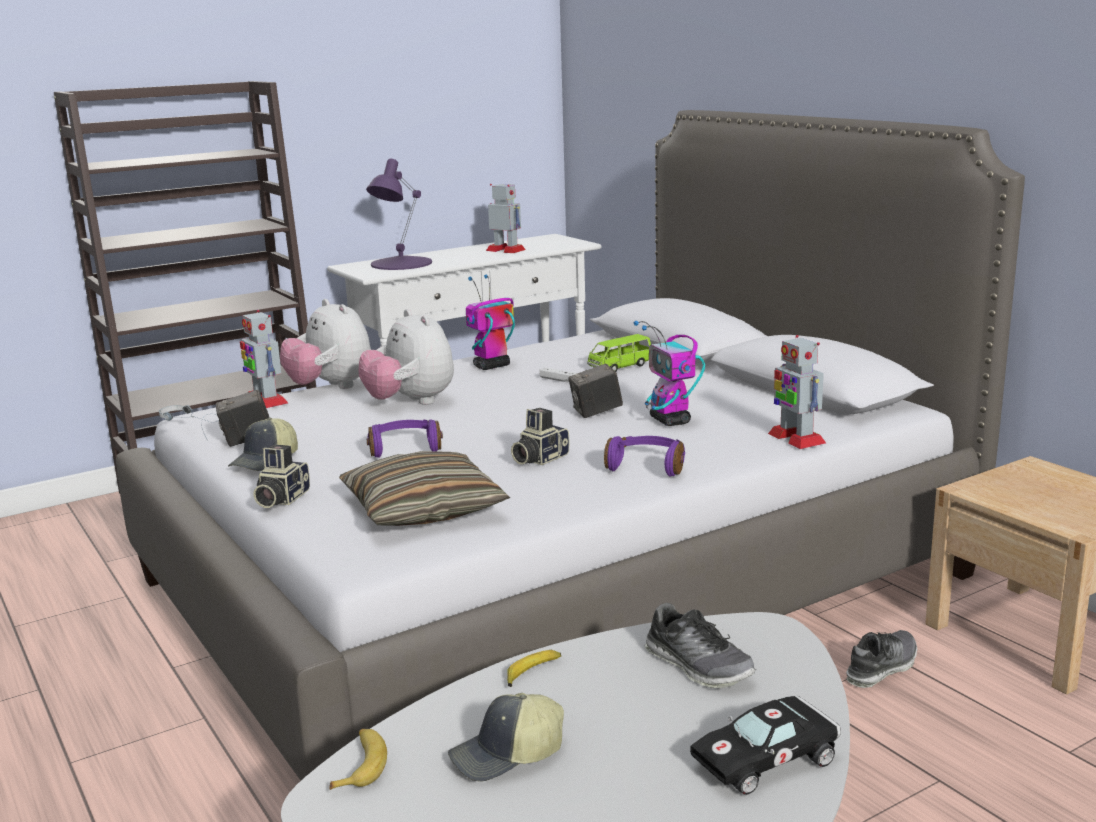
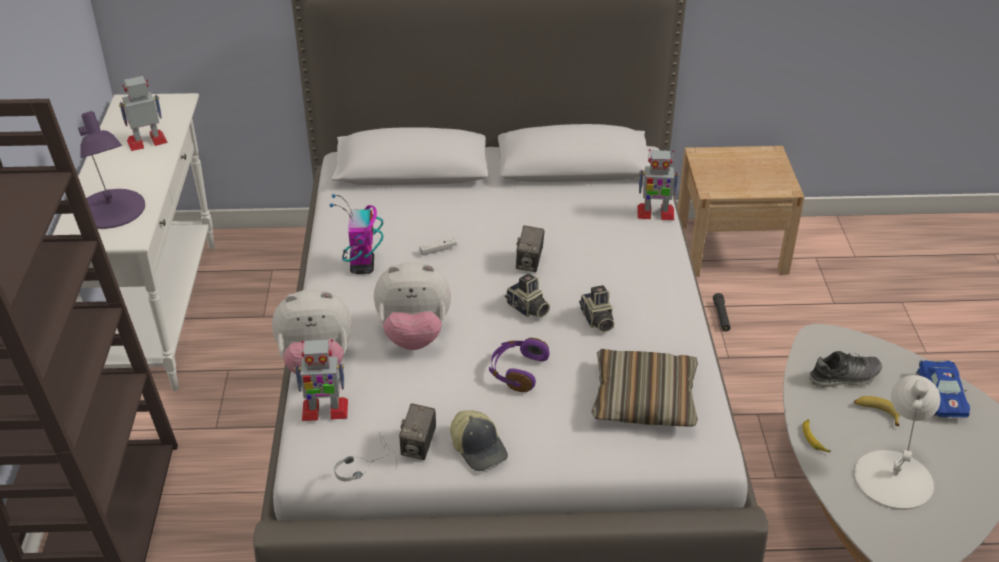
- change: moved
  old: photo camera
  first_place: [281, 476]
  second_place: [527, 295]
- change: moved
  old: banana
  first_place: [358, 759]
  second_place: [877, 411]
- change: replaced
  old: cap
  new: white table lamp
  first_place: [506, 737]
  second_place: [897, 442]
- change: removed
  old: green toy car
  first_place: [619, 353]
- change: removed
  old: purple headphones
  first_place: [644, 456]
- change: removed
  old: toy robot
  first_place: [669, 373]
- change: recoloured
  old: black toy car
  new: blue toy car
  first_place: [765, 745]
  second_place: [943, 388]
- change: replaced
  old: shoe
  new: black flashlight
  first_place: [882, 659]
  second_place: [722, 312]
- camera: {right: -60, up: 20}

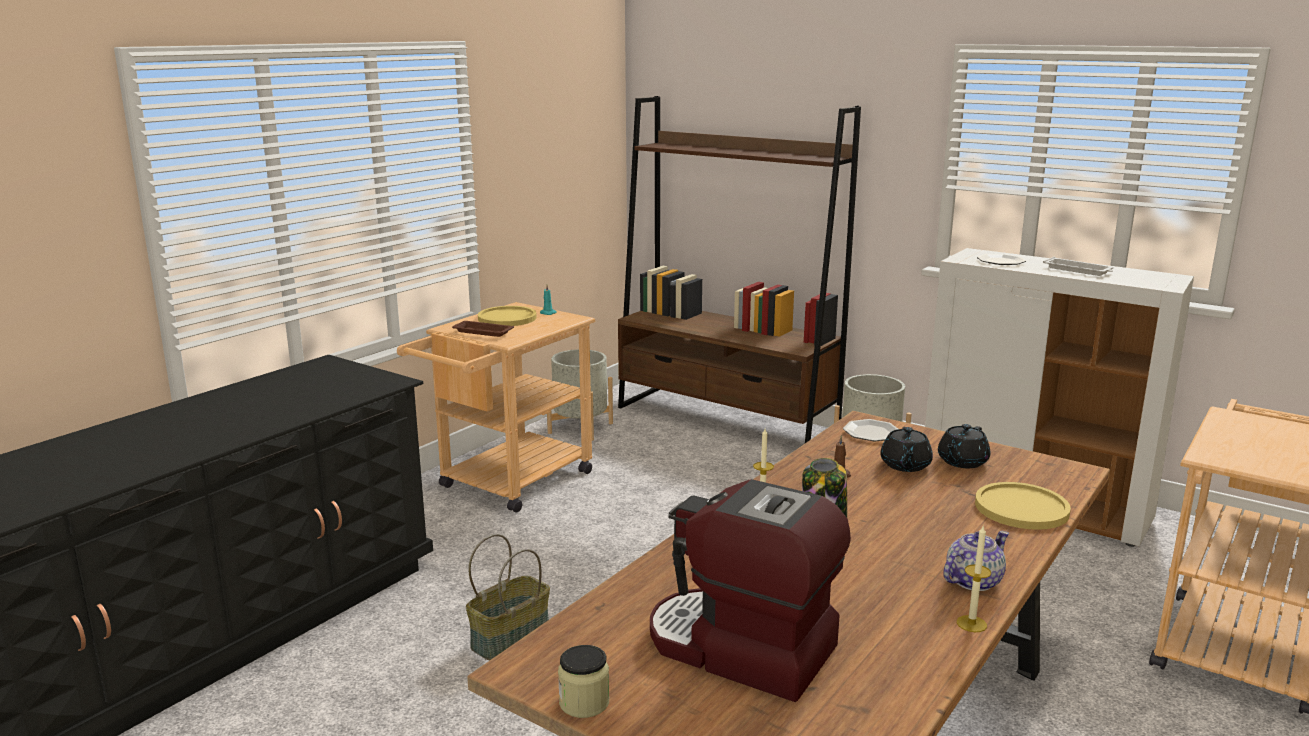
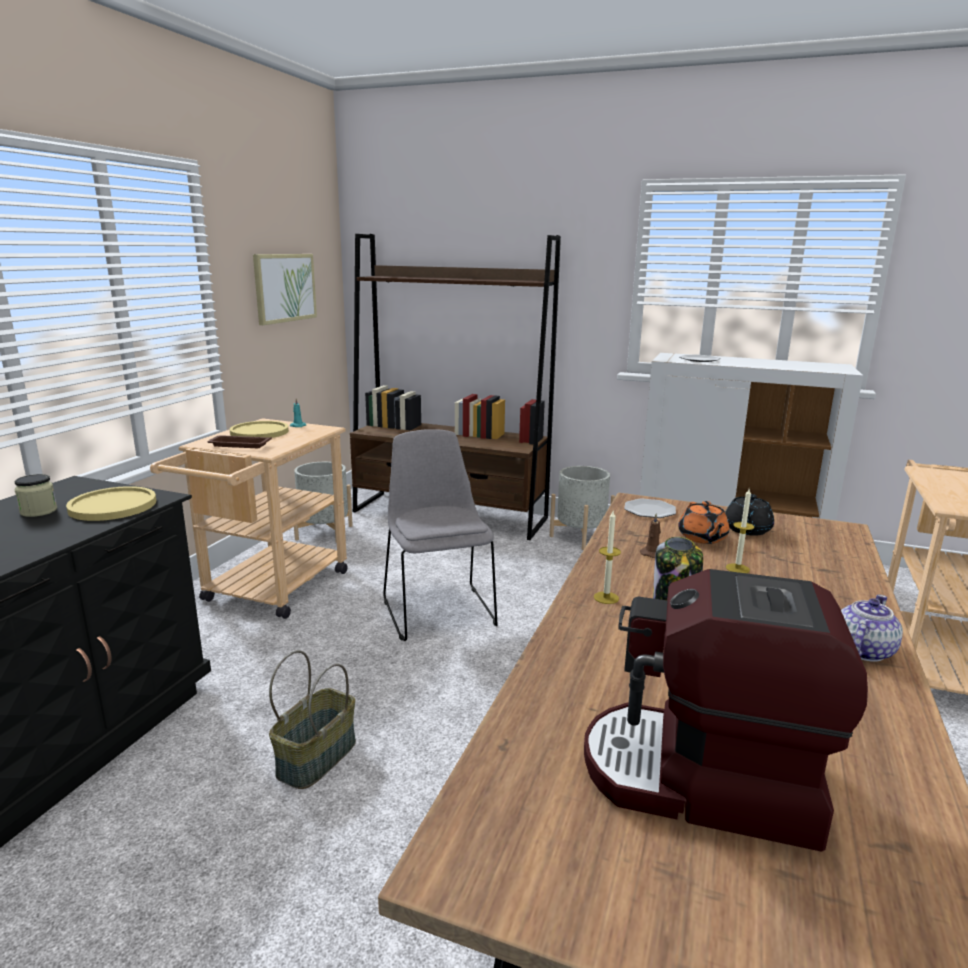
- change: moved
  old: jar
  first_place: [583, 681]
  second_place: [36, 495]
- change: recoloured
  old: black teapot
  new: orange teapot
  first_place: [906, 449]
  second_place: [703, 522]
- change: moved
  old: candle
  first_place: [974, 579]
  second_place: [740, 531]
- change: moved
  old: yellow plate
  first_place: [1023, 506]
  second_place: [111, 503]
- change: removed
  old: white tray
  first_place: [1078, 266]
- change: added
  new: picture
  second_place: [285, 289]
- change: added
  new: grey chair
  second_place: [440, 535]
- camera: {right: -15, up: 0}

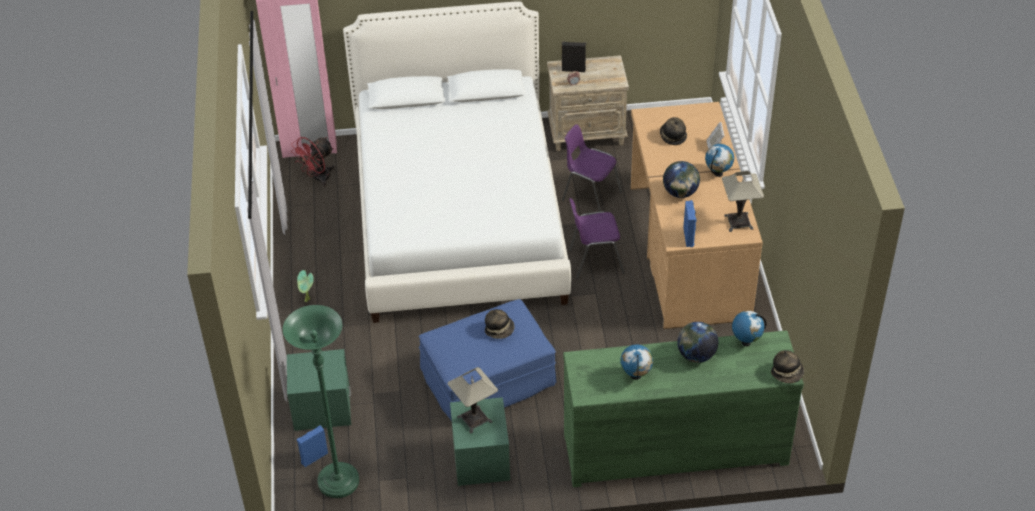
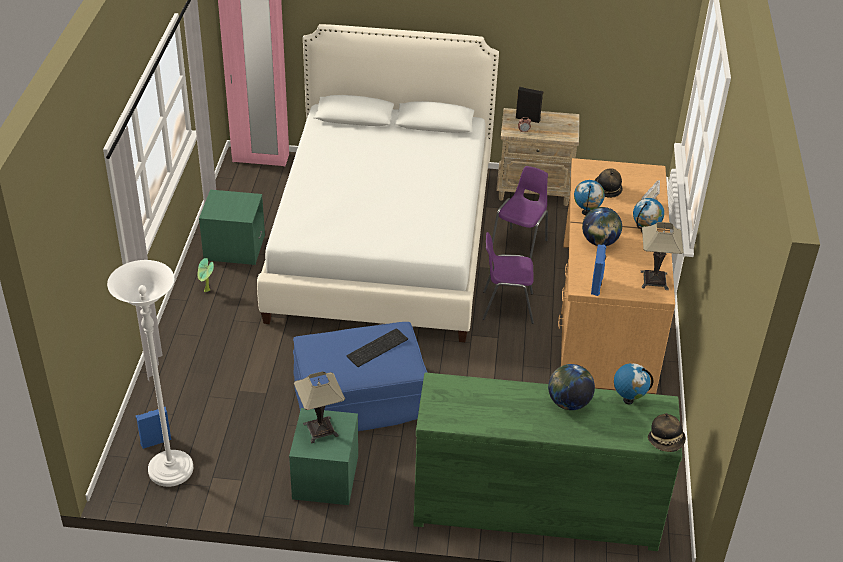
- change: recoloured
  old: green floor lamp
  new: white floor lamp
  first_place: [321, 401]
  second_place: [150, 373]
- change: moved
  old: green nightstand
  first_place: [319, 390]
  second_place: [232, 227]
- change: removed
  old: red fan
  first_place: [312, 162]
- change: replaced
  old: hat
  new: keyboard
  first_place: [499, 324]
  second_place: [377, 347]
- change: turned
  old: purple chair
  first_place: [592, 168]
  second_place: [520, 212]
  degrees: 75
- change: moved
  old: globe
  first_place: [636, 362]
  second_place: [589, 197]
- camera: {right: 10, up: -5}

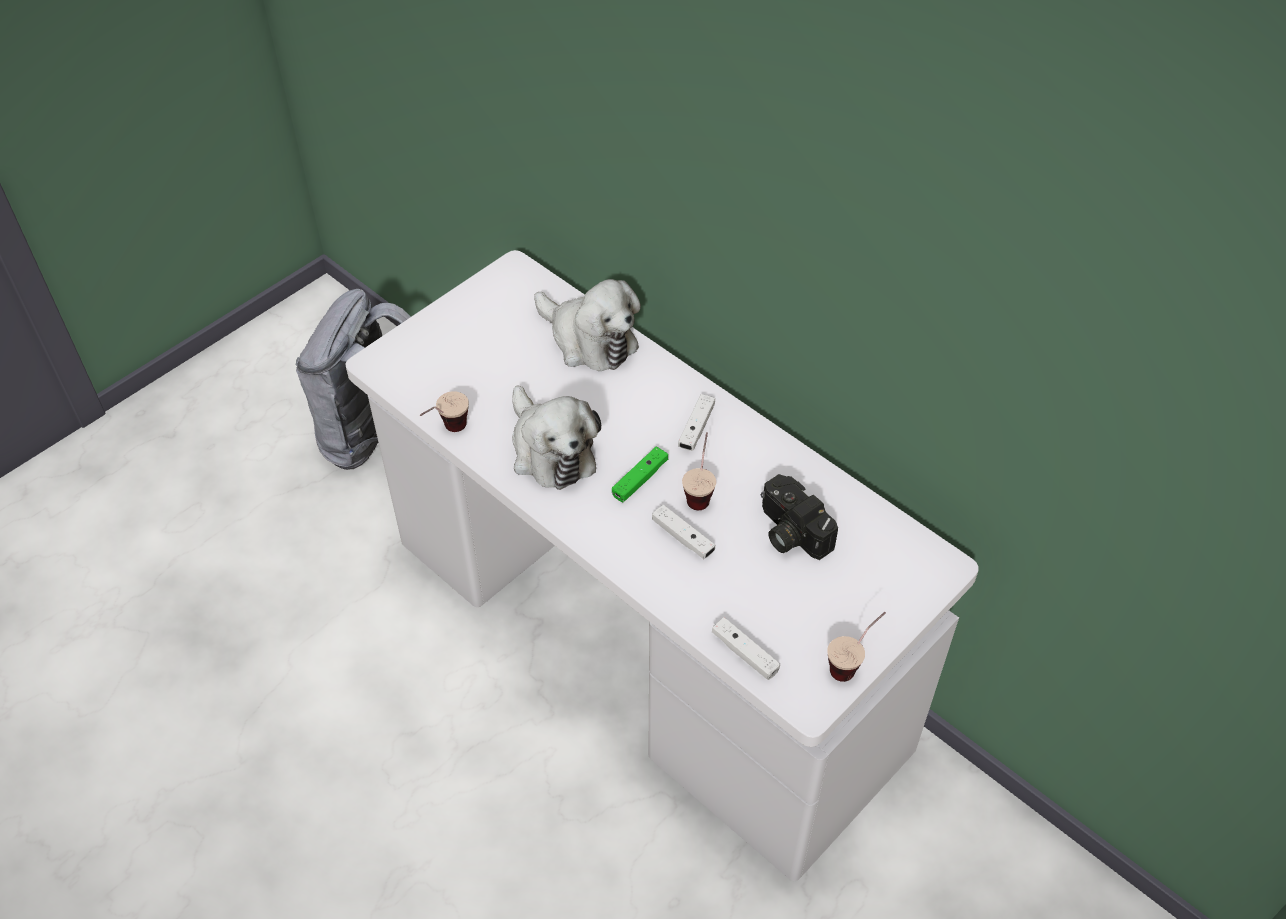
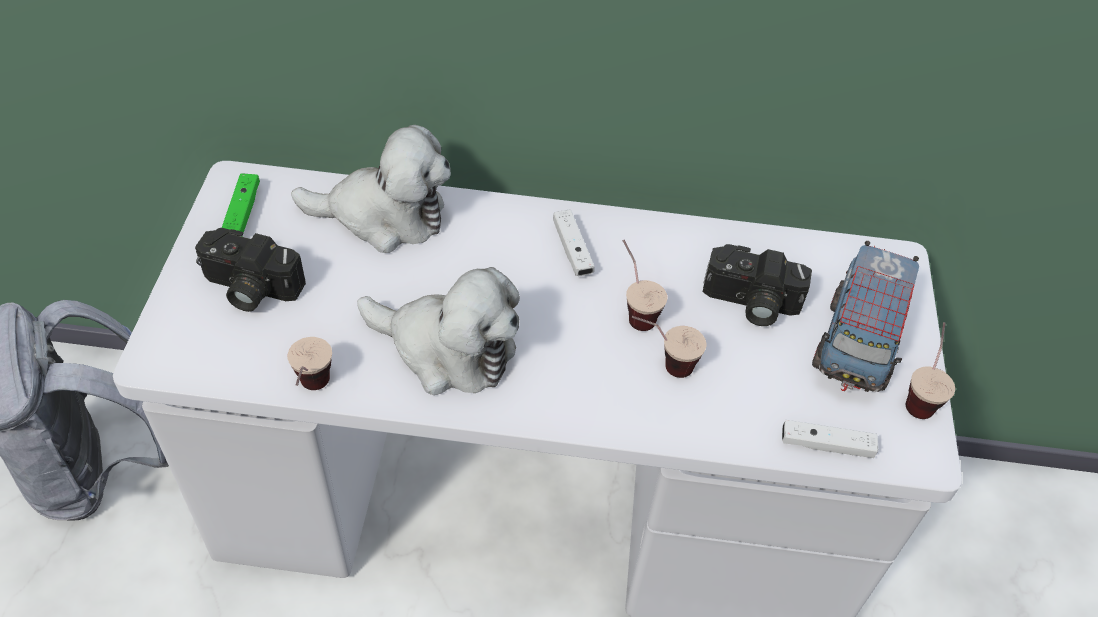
- change: moved
  old: green game controller
  first_place: [640, 474]
  second_place: [241, 205]
- change: replaced
  old: white game controller
  new: cup
  first_place: [683, 531]
  second_place: [669, 347]
- change: added
  new: photo camera
  second_place: [250, 270]
- change: added
  new: toy truck
  second_place: [865, 316]
- camera: {right: -40, up: 0}

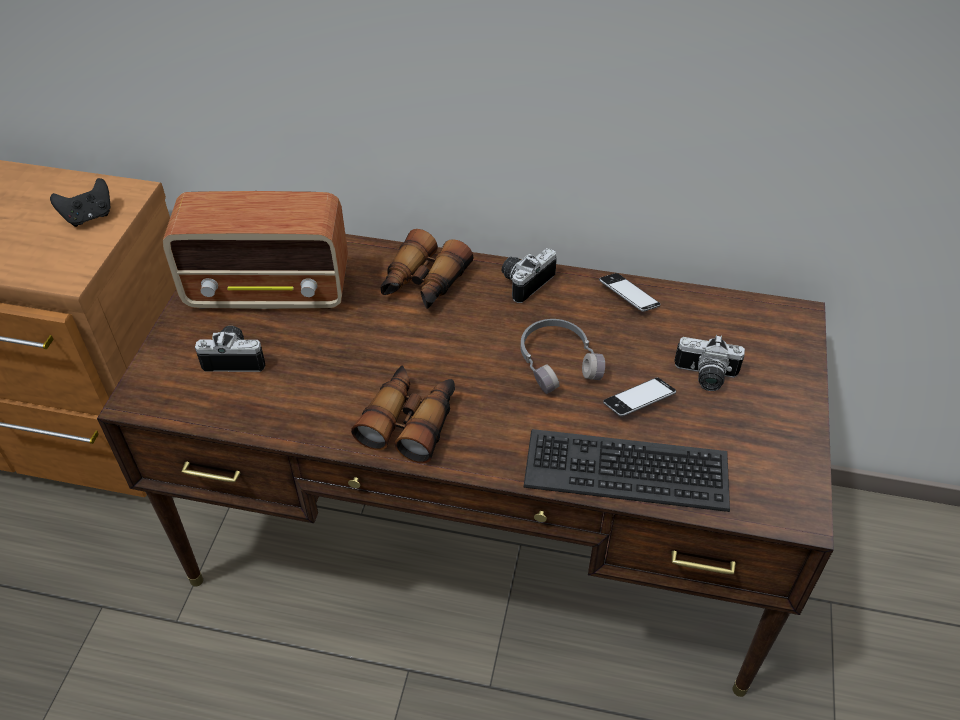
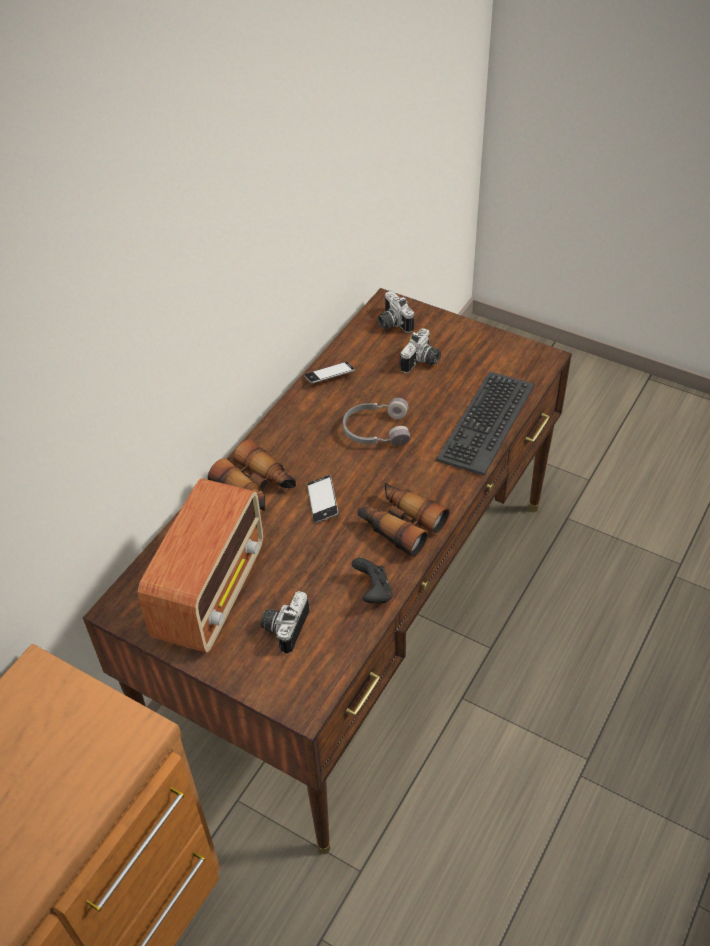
- change: moved
  old: black game controller
  first_place: [80, 202]
  second_place: [372, 580]
- change: moved
  old: photo camera
  first_place: [529, 275]
  second_place: [396, 312]
- change: moved
  old: phone
  first_place: [639, 397]
  second_place: [323, 499]
- camera: {right: -70, up: 0}

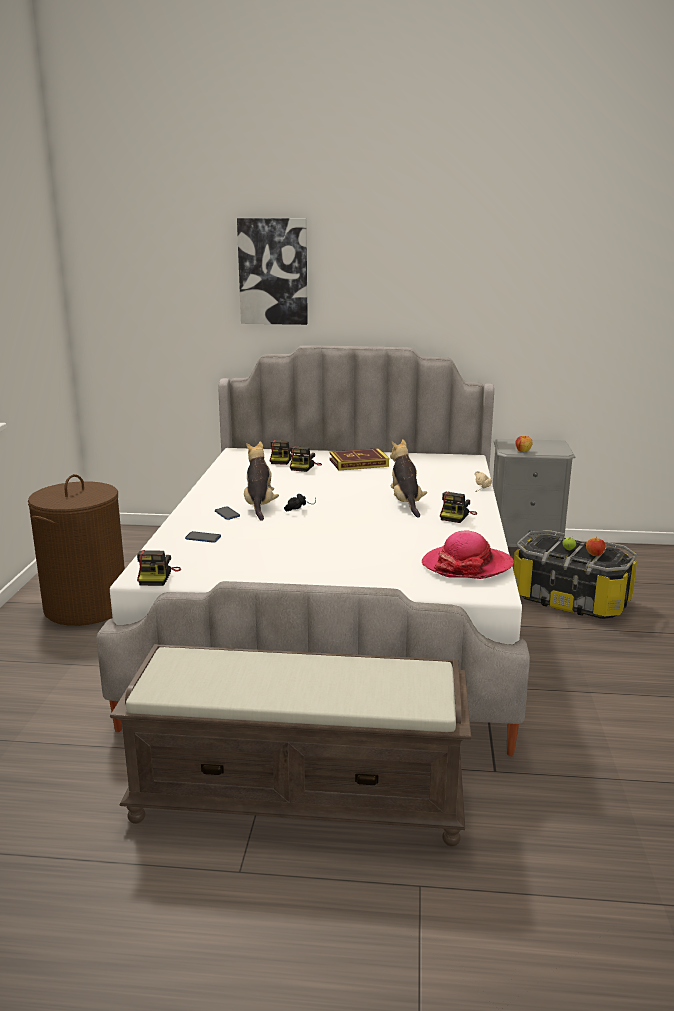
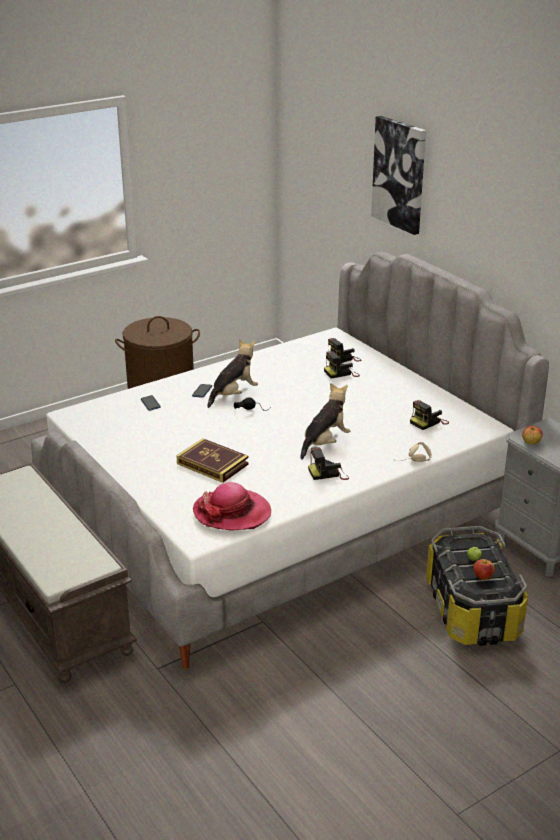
- change: moved
  old: photo camera
  first_place: [159, 568]
  second_place: [429, 415]
- change: moved
  old: book
  first_place: [359, 459]
  second_place: [212, 460]
- camera: {right: 50, up: 10}

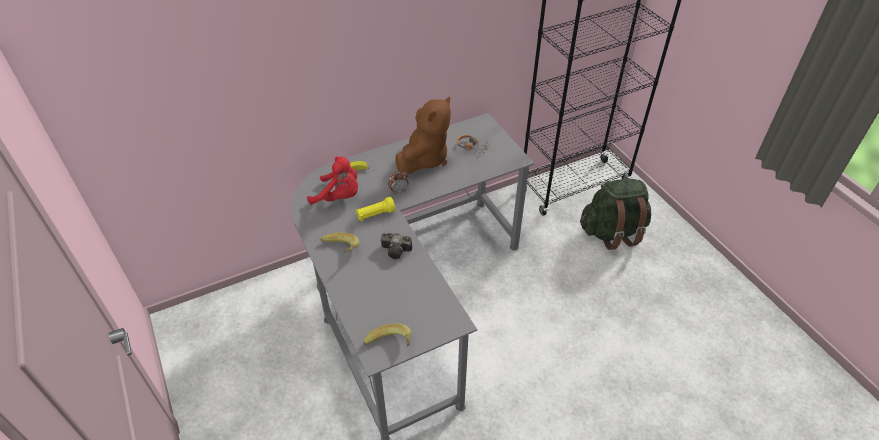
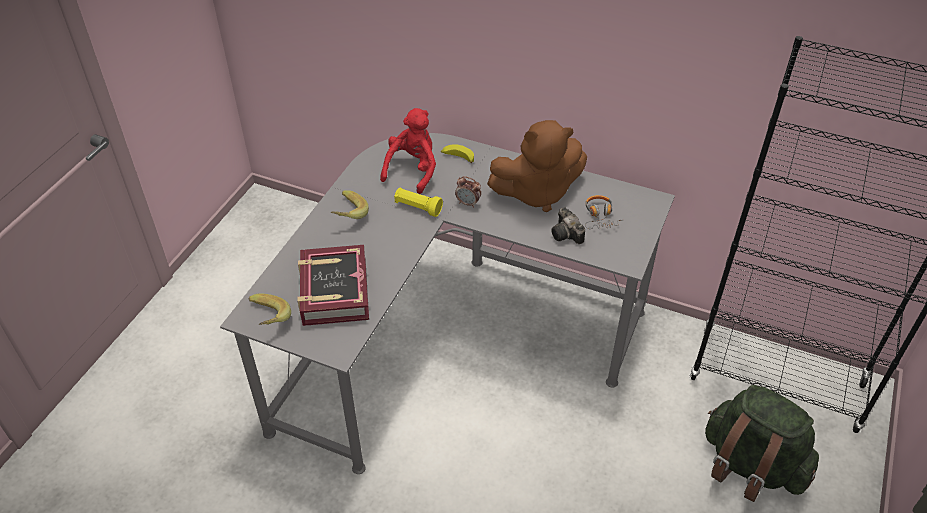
- change: turned
  old: red plush toy
  first_place: [332, 181]
  second_place: [408, 151]
  degrees: -135
- change: moved
  old: photo camera
  first_place: [396, 246]
  second_place: [568, 225]
- change: added
  new: book
  second_place: [333, 285]
- camera: {right: 50, up: 0}

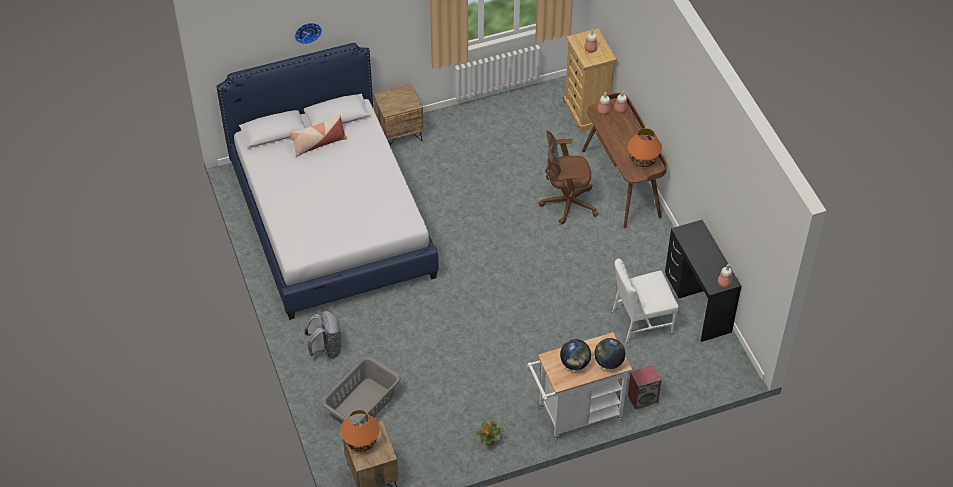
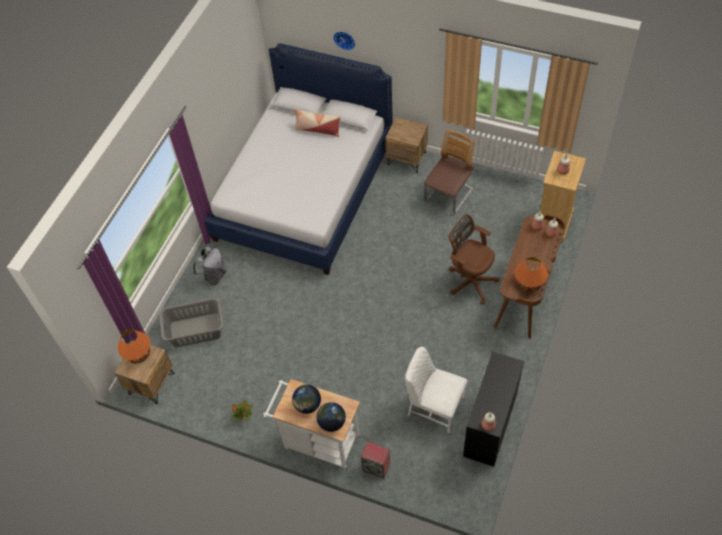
- change: added
  new: chair
  second_place: [449, 171]
- camera: {right: 45, up: 5}

